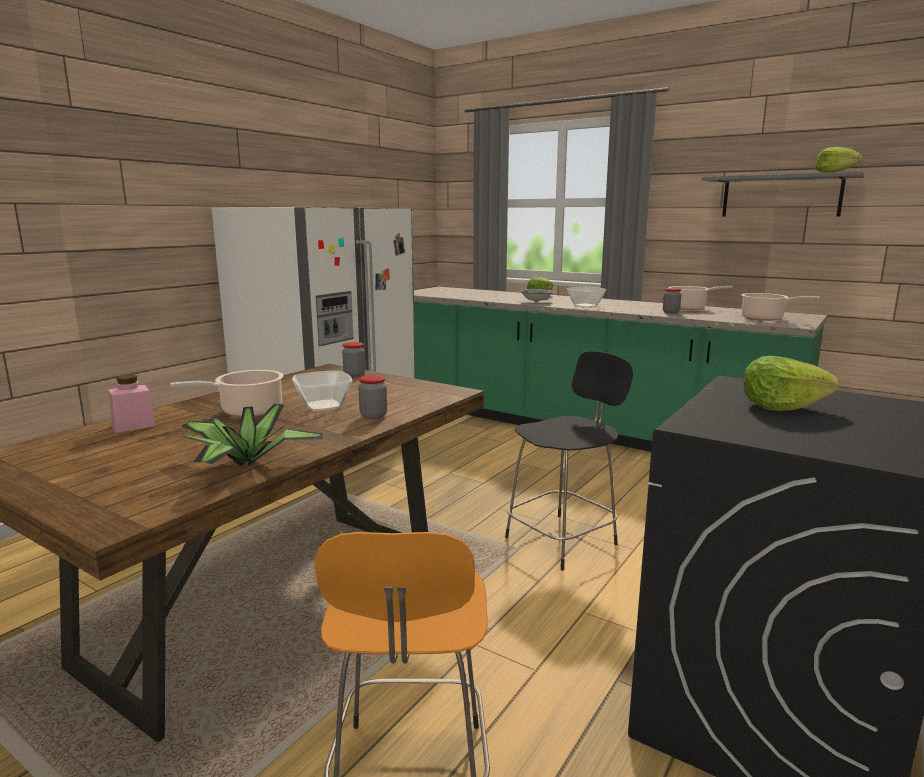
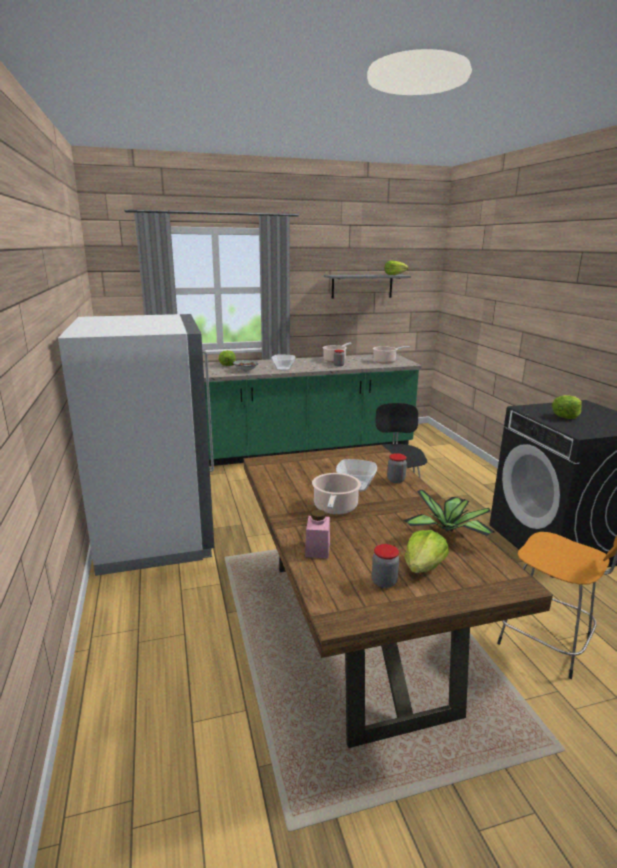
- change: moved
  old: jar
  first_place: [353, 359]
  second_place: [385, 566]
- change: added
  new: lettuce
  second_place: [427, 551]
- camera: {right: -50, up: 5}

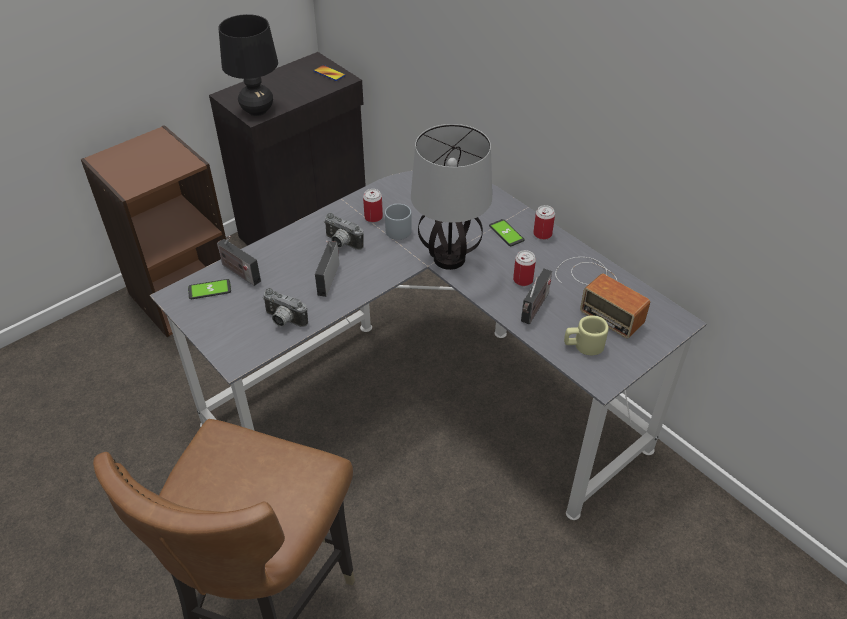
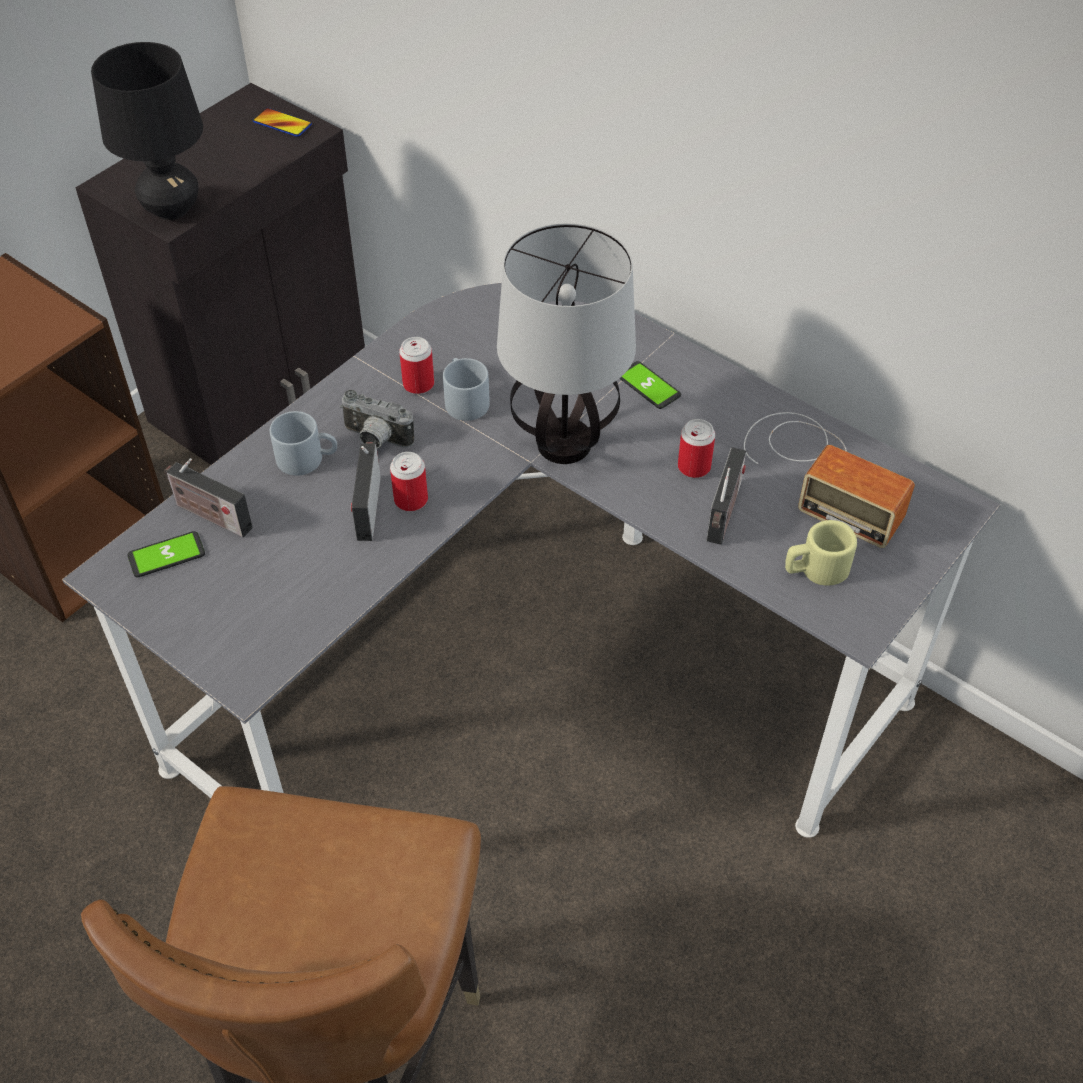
- change: removed
  old: photo camera
  first_place: [285, 307]
- change: moved
  old: can
  first_place: [544, 222]
  second_place: [409, 481]
- change: added
  new: grey mug
  second_place: [303, 443]
- camera: {right: -10, up: 5}

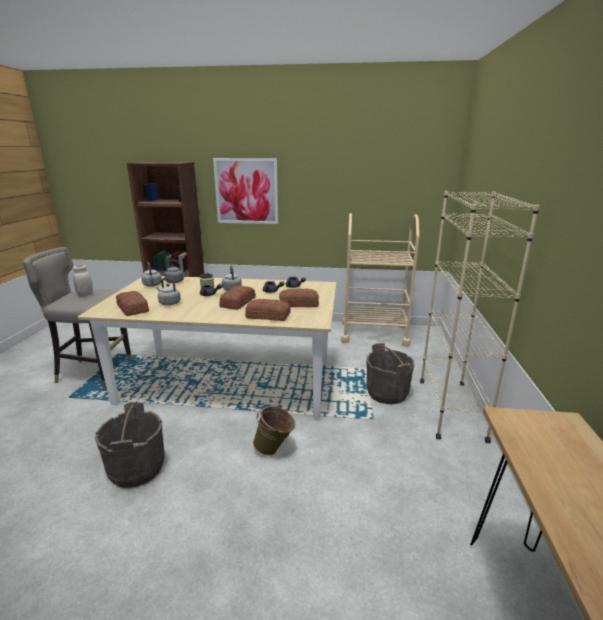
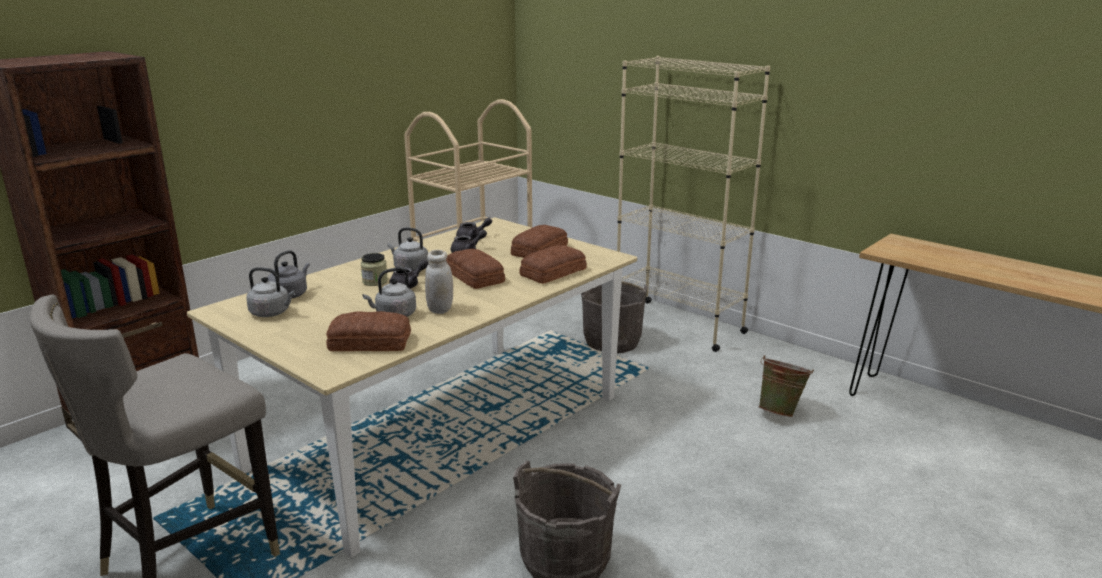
- change: moved
  old: white jar
  first_place: [83, 281]
  second_place: [439, 282]
- change: removed
  old: picture
  first_place: [245, 191]
- change: moved
  old: green bucket
  first_place: [274, 430]
  second_place: [786, 386]
- camera: {right: -55, up: 0}

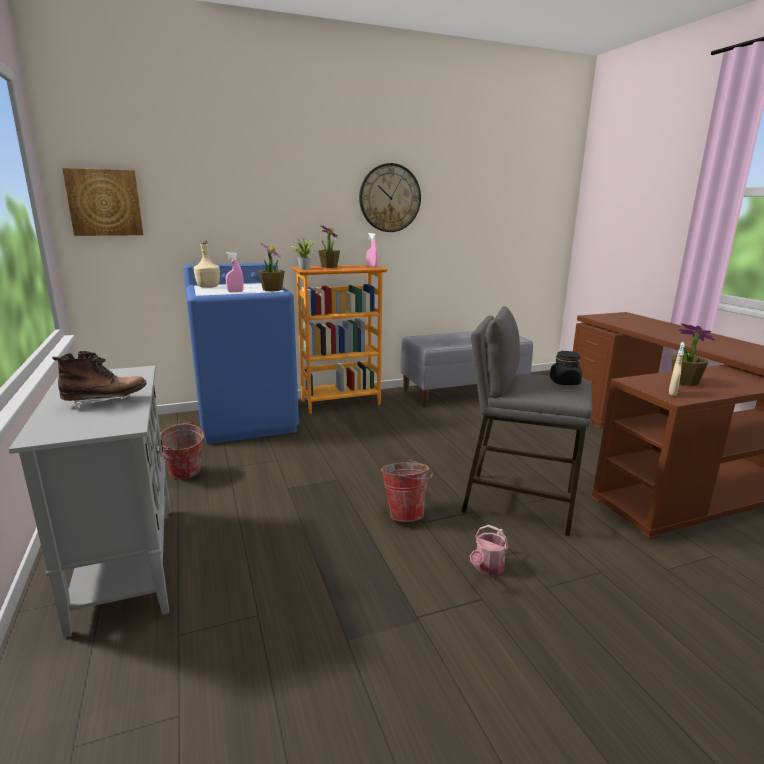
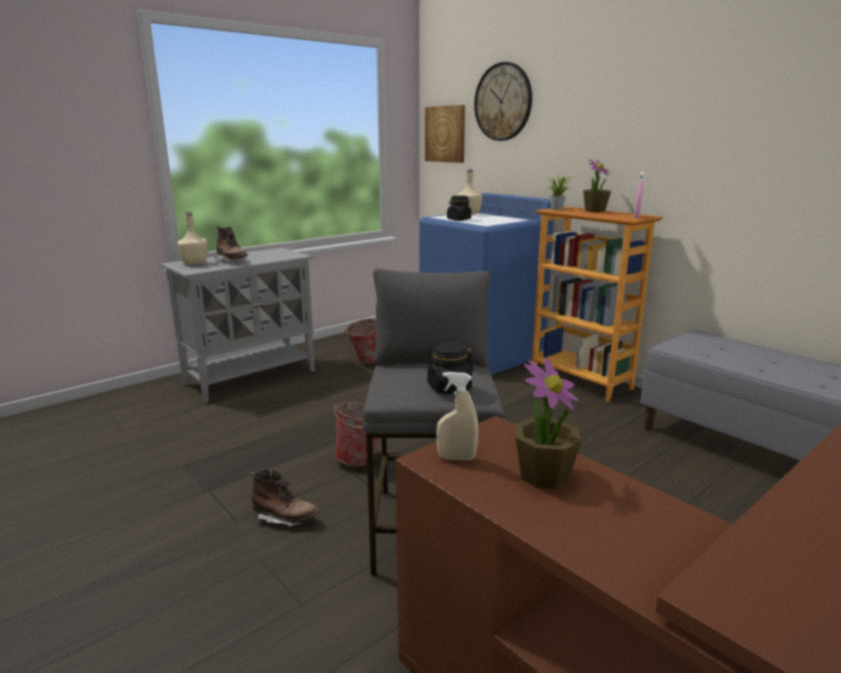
- change: replaced
  old: pink spray bottle
  new: black jar
  first_place: [235, 272]
  second_place: [459, 208]
- change: removed
  old: potted plant
  first_place: [271, 267]
- change: moved
  old: wall clock
  first_place: [390, 197]
  second_place: [503, 101]
- change: replaced
  old: watering can
  new: brown boot
  first_place: [489, 550]
  second_place: [284, 497]
- change: added
  new: beige bottle
  second_place: [193, 238]
- camera: {right: 70, up: 0}

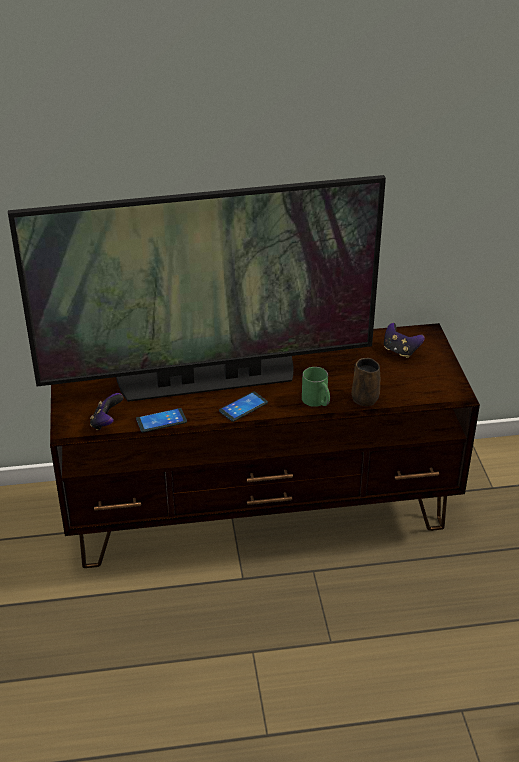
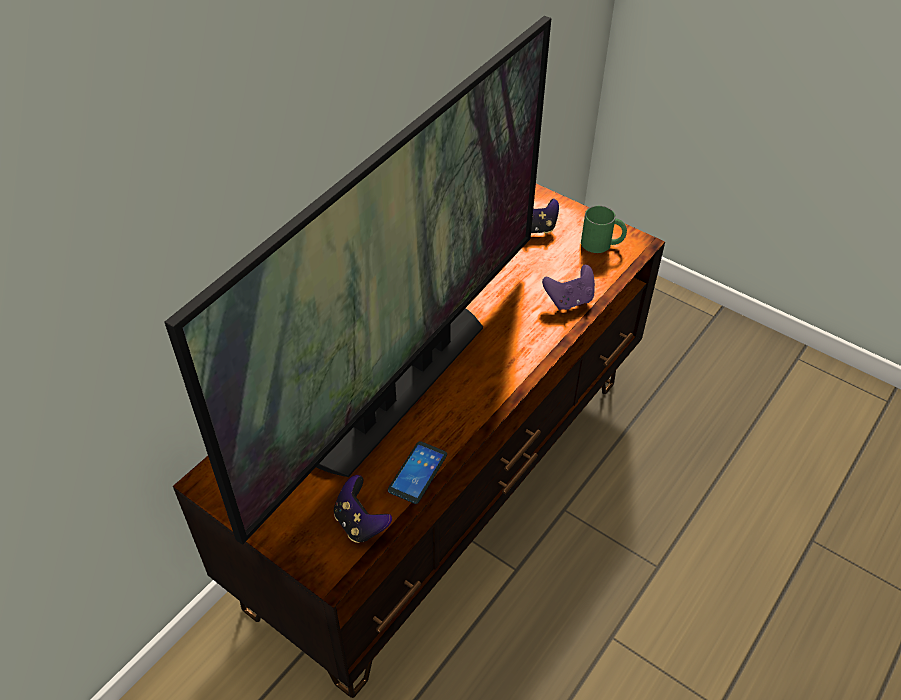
- change: removed
  old: phone
  first_place: [243, 406]
- change: moved
  old: green mug
  first_place: [316, 387]
  second_place: [604, 229]
- change: replaced
  old: brown mug
  new: purple game controller
  first_place: [365, 382]
  second_place: [568, 287]
- camera: {right: -45, up: 10}

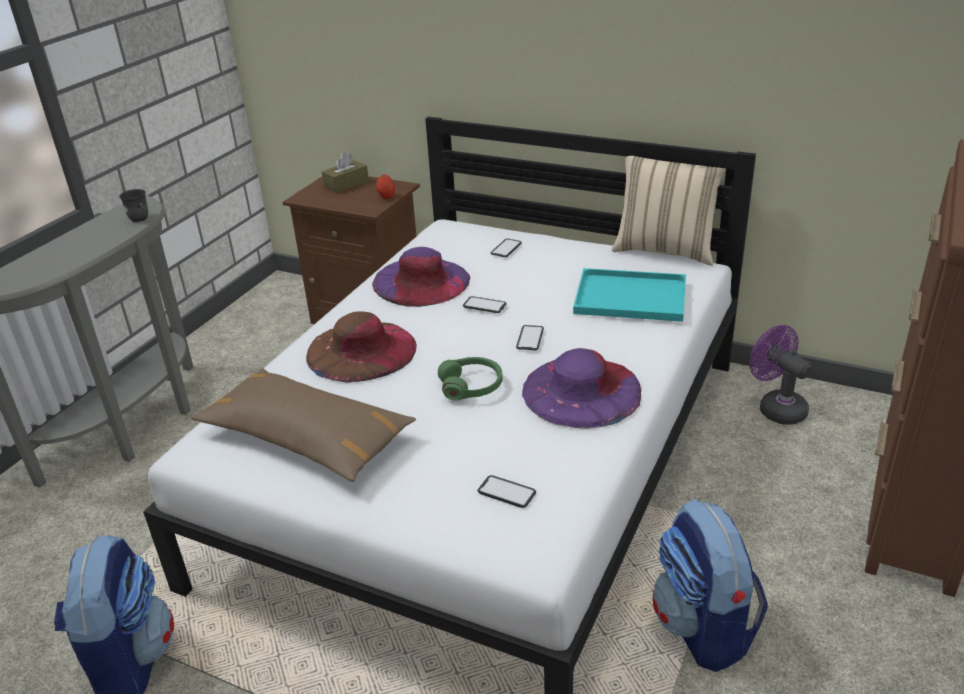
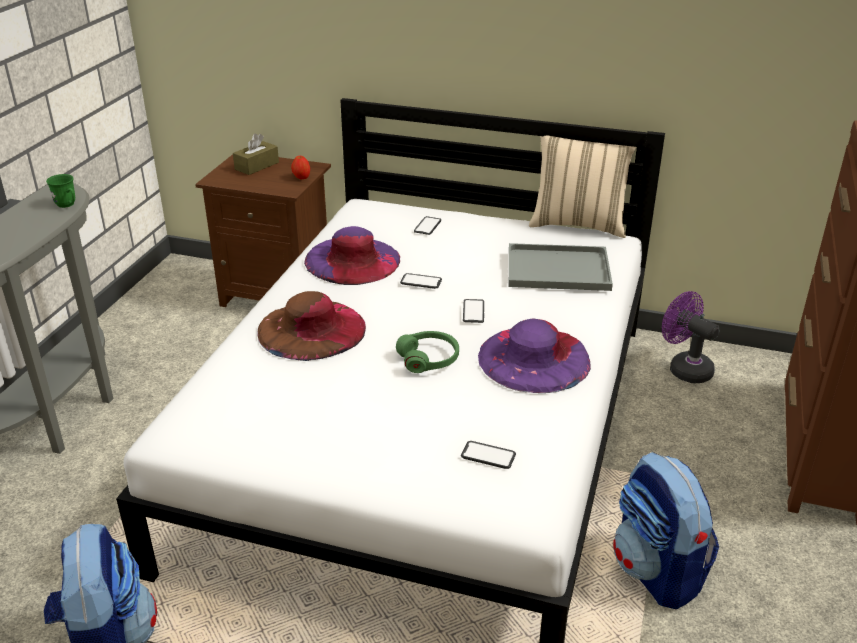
- change: recoloured
  old: grey mug
  new: green mug
  first_place: [133, 205]
  second_place: [60, 191]
- change: removed
  old: brown pillow
  first_place: [303, 425]
- change: recoloured
  old: turquoise tray
  new: grey tray
  first_place: [629, 295]
  second_place: [561, 267]
- camera: {right: -10, up: 0}

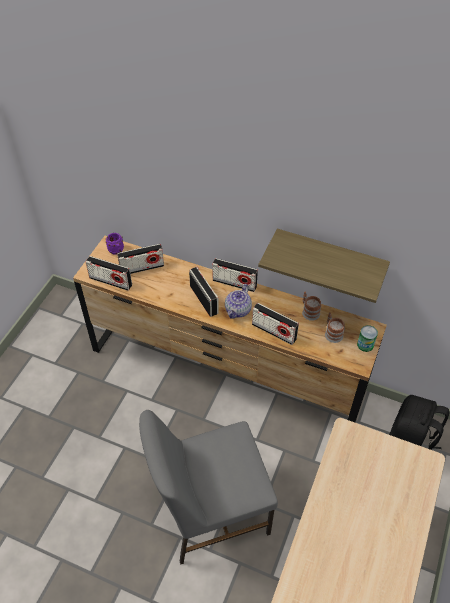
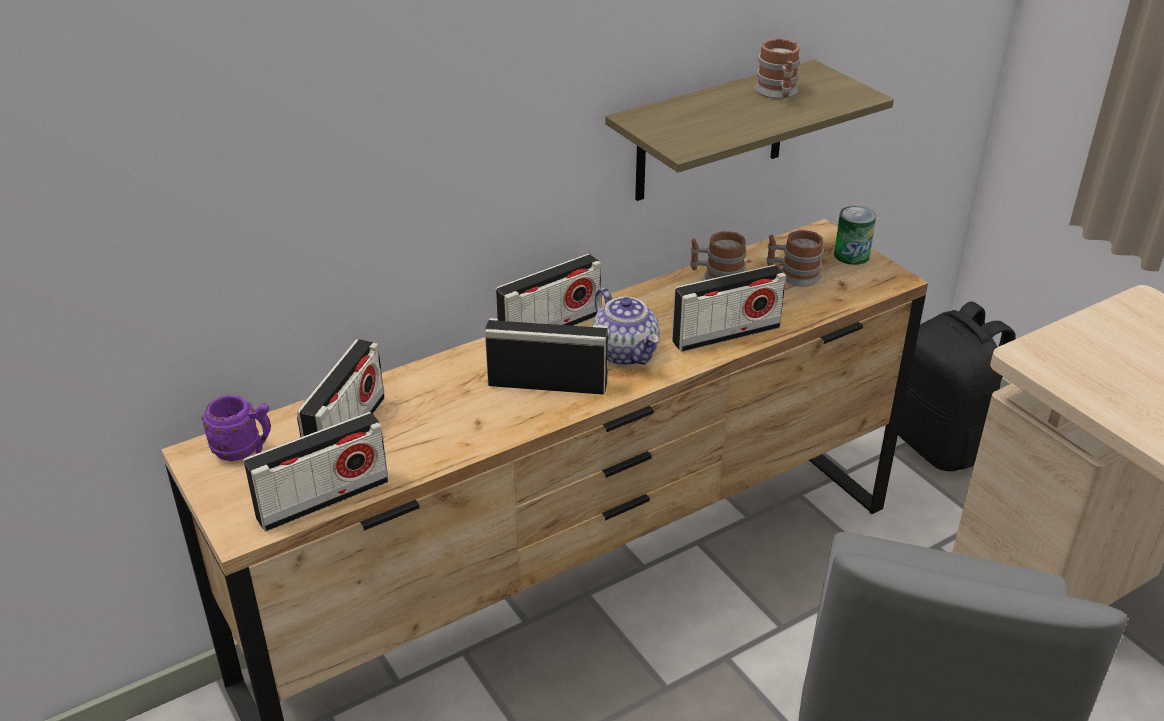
- change: added
  new: mug
  second_place: [777, 68]
- camera: {right: -55, up: -15}

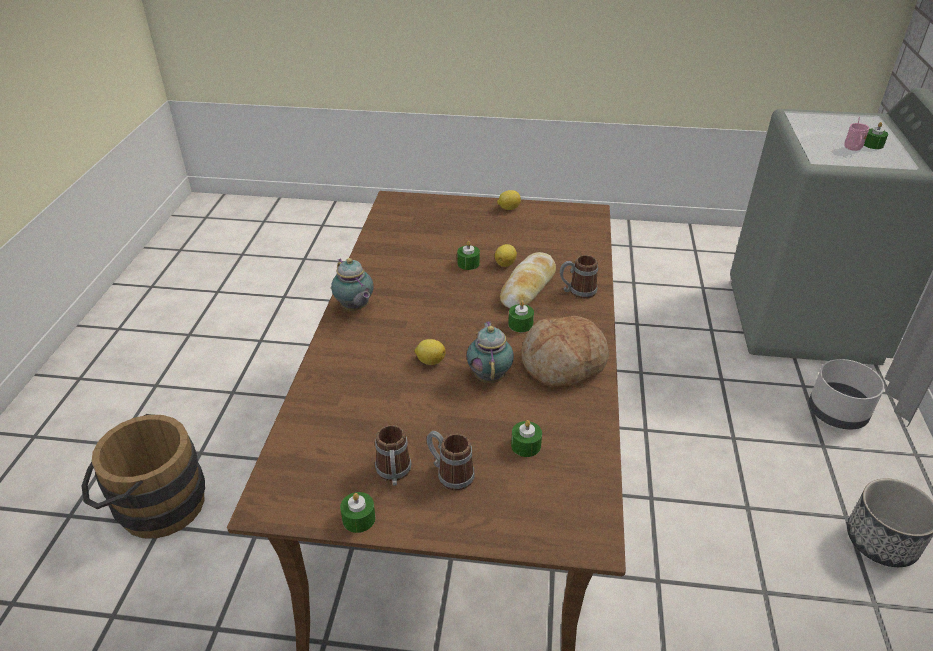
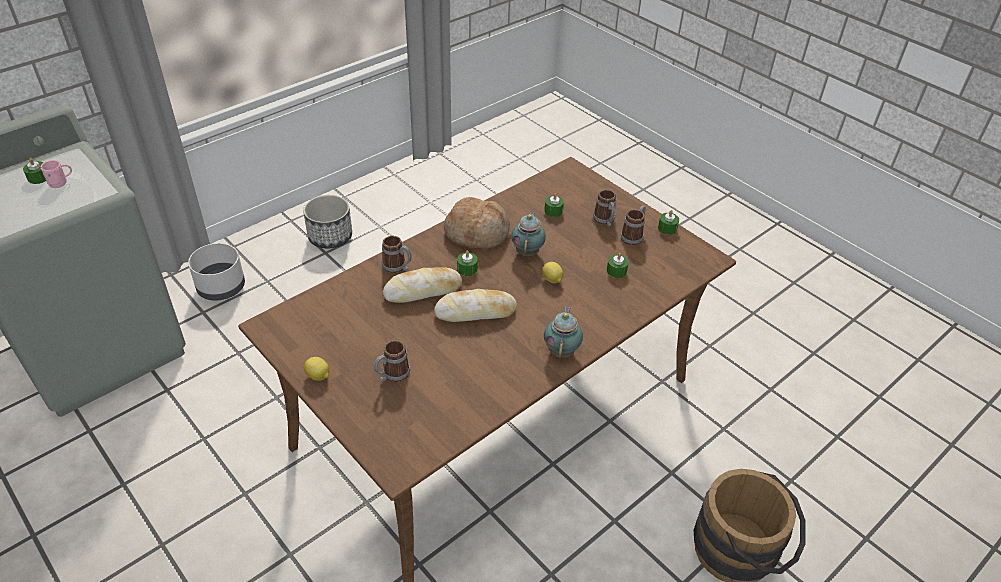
- change: moved
  old: green candle
  first_place: [468, 255]
  second_place: [618, 265]
- change: turned
  old: teapot
  first_place: [490, 352]
  second_place: [528, 233]
  degrees: 150
- change: removed
  old: lemon
  first_place: [506, 255]
- change: added
  new: mug
  second_place: [392, 361]
- change: added
  new: bread
  second_place: [475, 305]
- camera: {right: -140, up: 5}

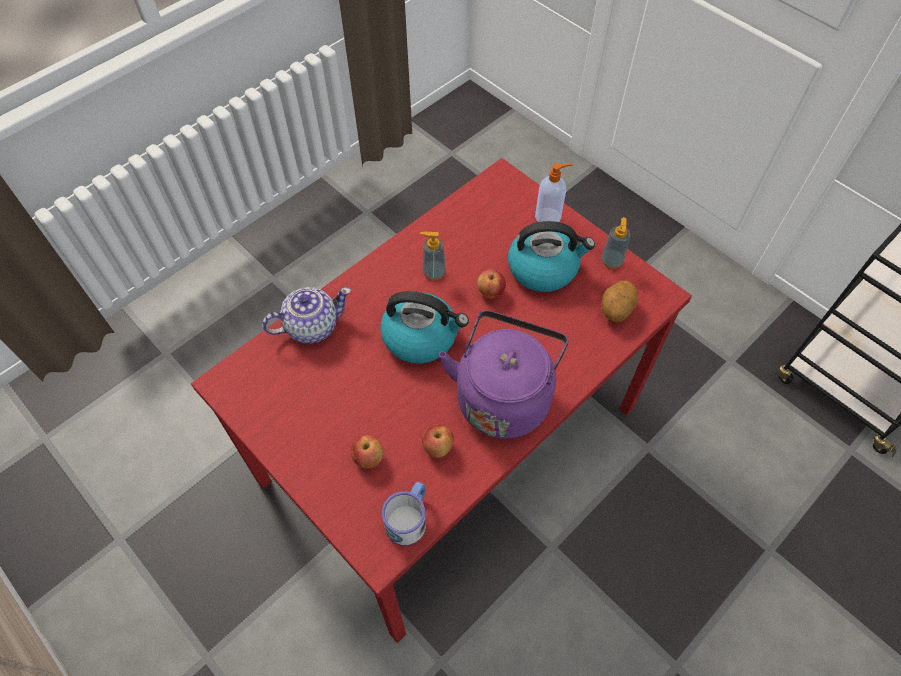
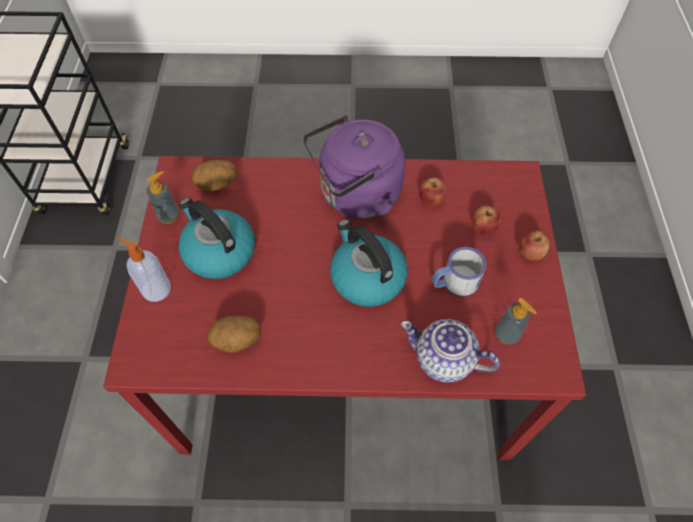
- change: moved
  old: mug
  first_place: [404, 514]
  second_place: [459, 272]
- change: moved
  old: soap dispenser
  first_place: [433, 256]
  second_place: [515, 321]
- change: moved
  old: apple
  first_place: [491, 284]
  second_place: [535, 245]
- change: added
  new: potato
  second_place: [234, 334]
- camera: {right: -135, up: 0}

